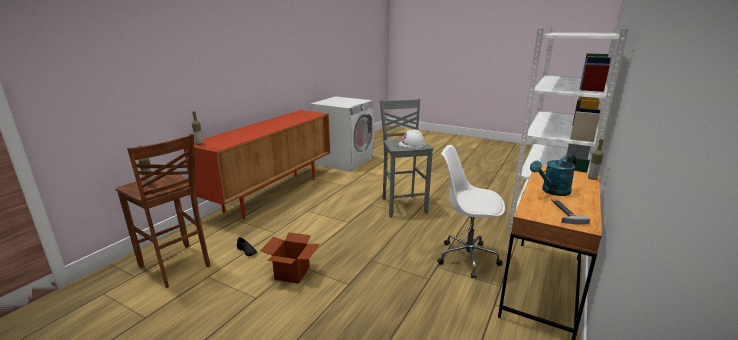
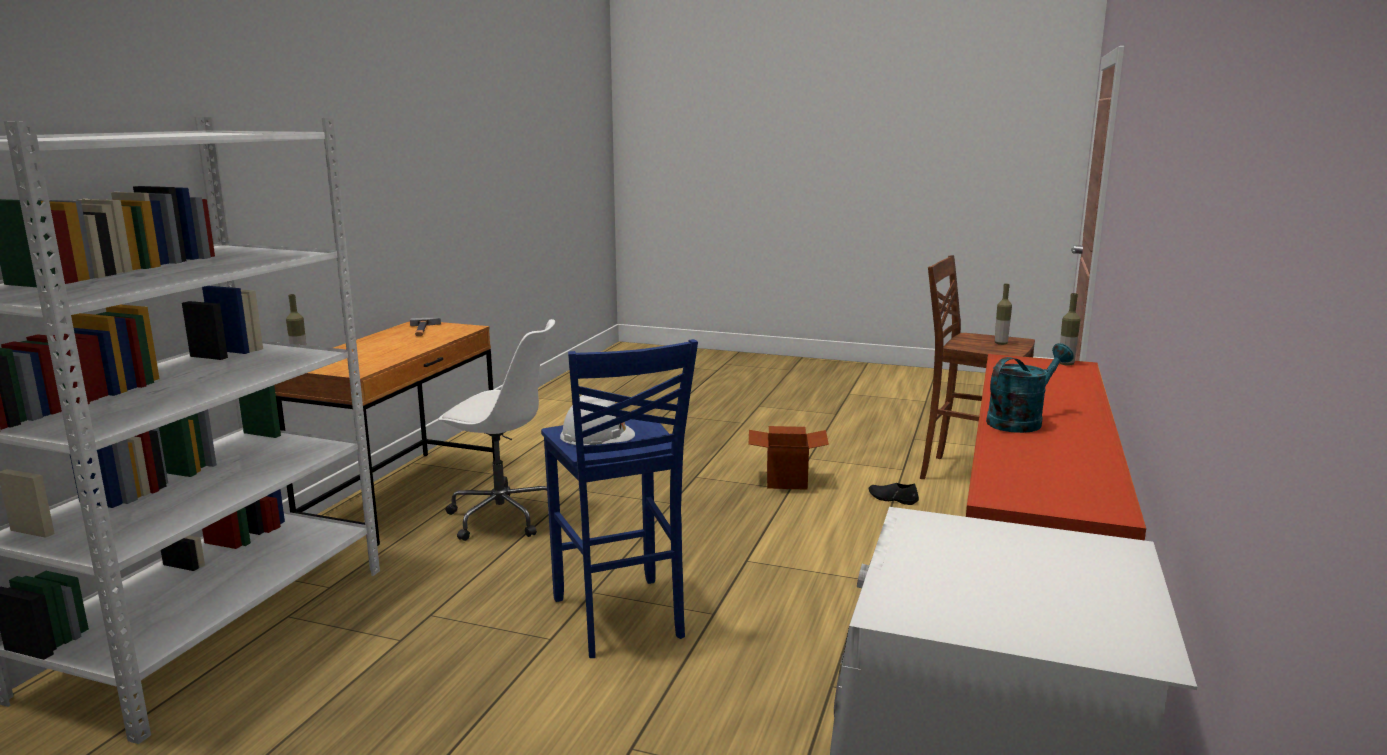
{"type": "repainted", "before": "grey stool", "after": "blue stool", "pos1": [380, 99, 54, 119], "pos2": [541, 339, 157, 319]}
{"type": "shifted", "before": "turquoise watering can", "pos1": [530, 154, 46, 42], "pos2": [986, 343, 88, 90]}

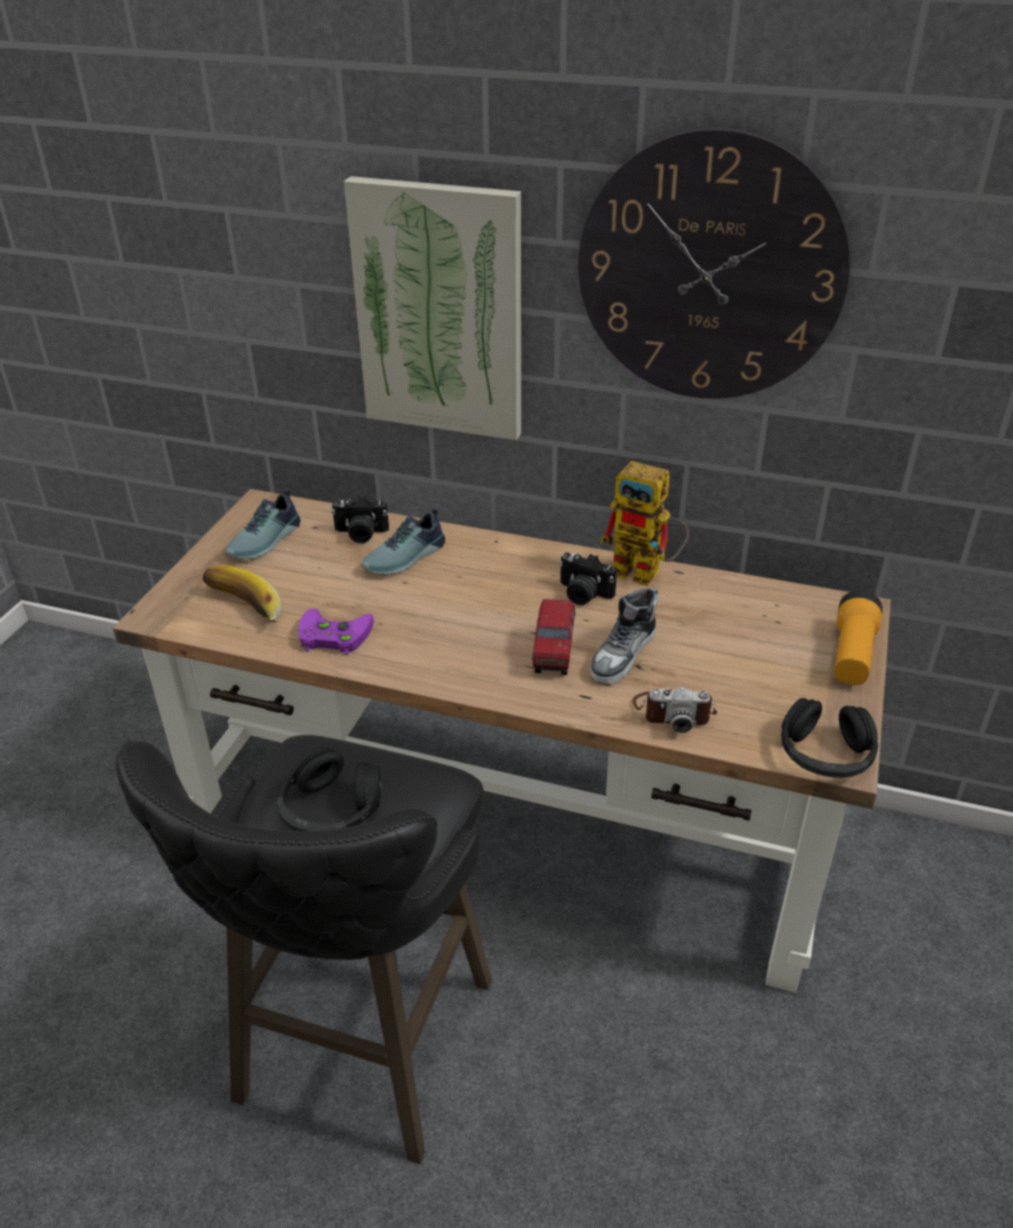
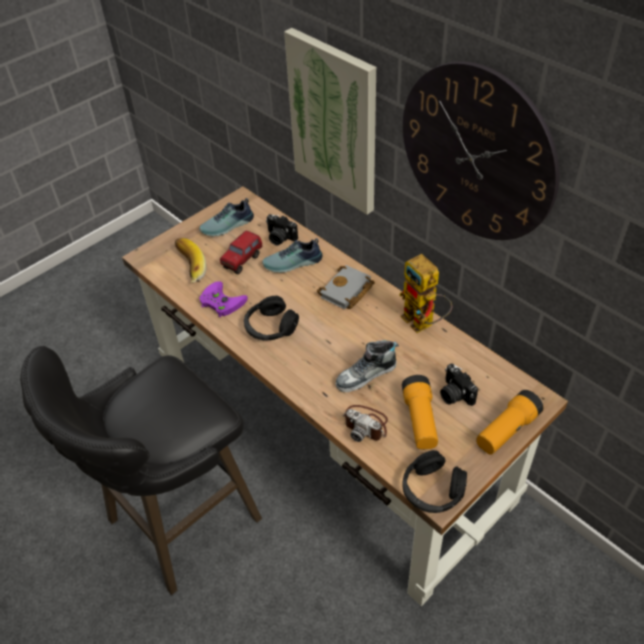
{"type": "shifted", "before": "photo camera", "pos1": [559, 552, 58, 53], "pos2": [440, 364, 38, 42]}
{"type": "shifted", "before": "toy truck", "pos1": [532, 599, 44, 76], "pos2": [220, 231, 43, 43]}
{"type": "shifted", "before": "black headphones", "pos1": [276, 747, 105, 84], "pos2": [244, 296, 55, 44]}
{"type": "new", "after": "grey book", "pos2": [317, 265, 58, 44]}
{"type": "new", "after": "flashlight", "pos2": [402, 375, 36, 74]}

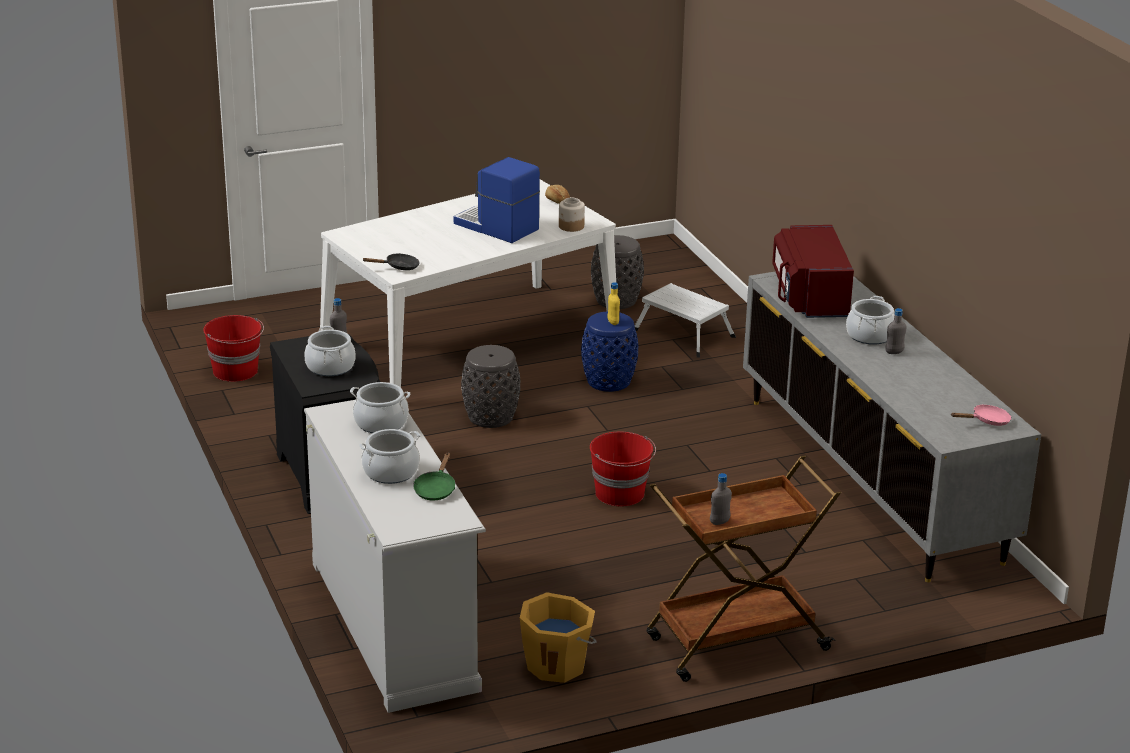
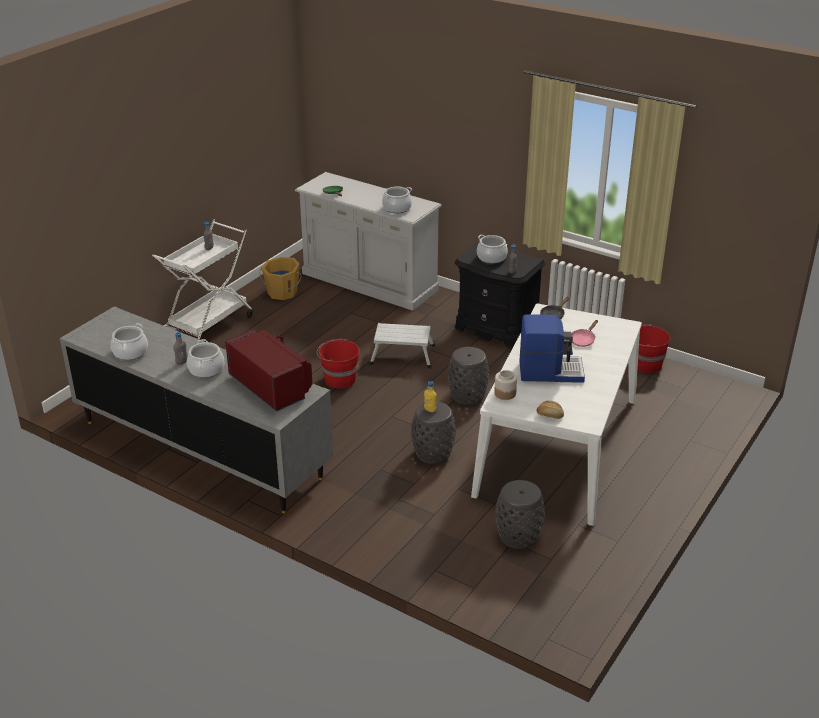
{"type": "shifted", "before": "white step ladder", "pos1": [635, 283, 101, 75], "pos2": [369, 323, 66, 46]}
{"type": "repainted", "before": "blue stool", "after": "grey stool", "pos1": [581, 311, 58, 81], "pos2": [411, 402, 45, 62]}
{"type": "shifted", "before": "pink frying pan", "pos1": [951, 404, 61, 22], "pos2": [572, 320, 26, 27]}
{"type": "shifted", "before": "cooking pot", "pos1": [359, 429, 61, 55], "pos2": [111, 323, 37, 37]}
{"type": "repainted", "before": "brown cart", "after": "white cart", "pos1": [646, 455, 195, 227], "pos2": [152, 219, 101, 121]}

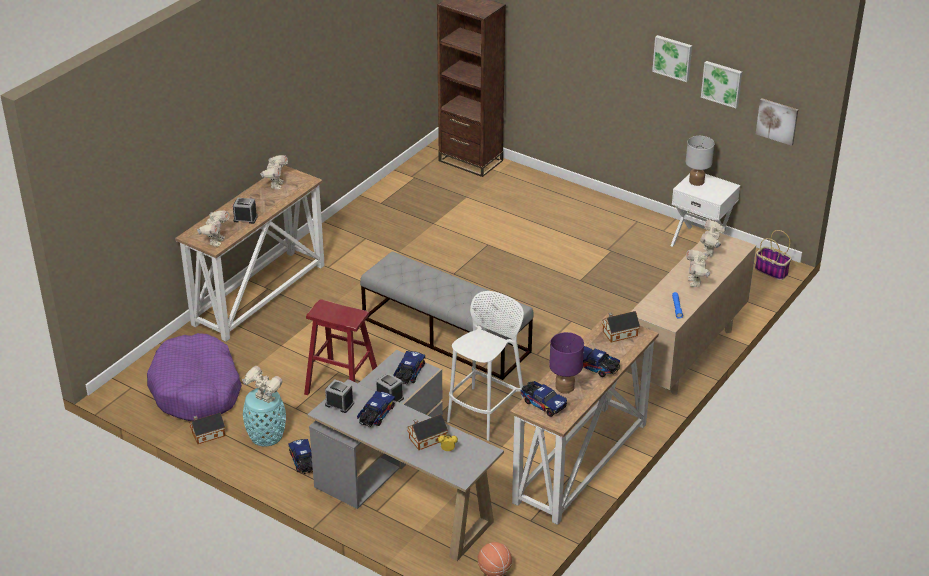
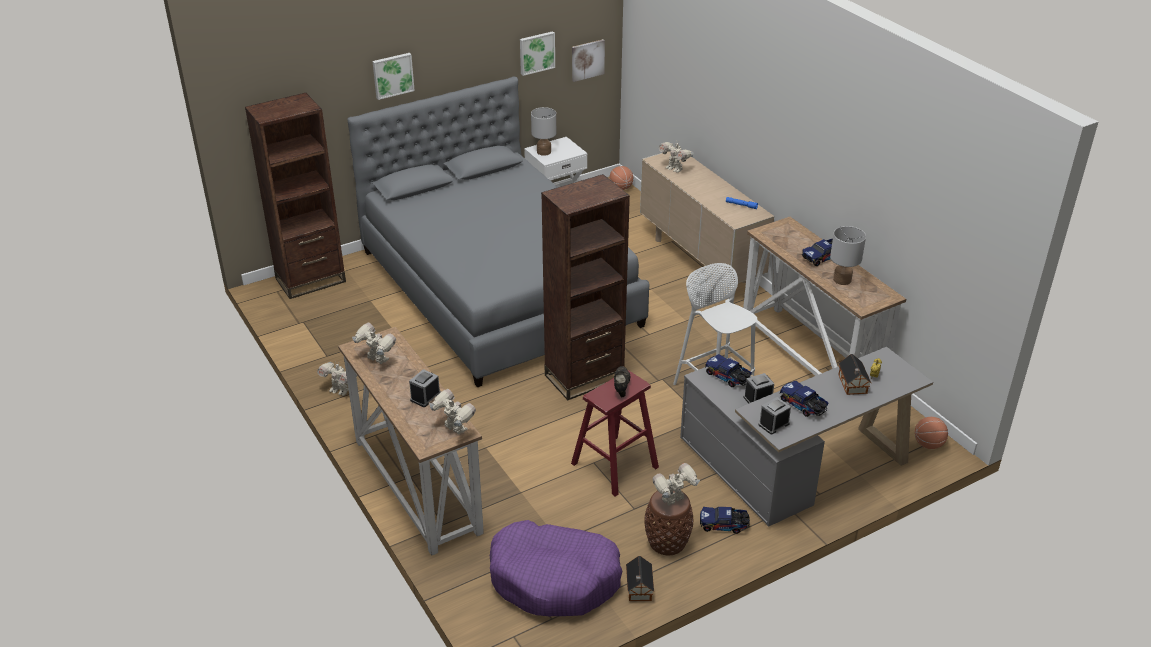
{"type": "shifted", "before": "picture", "pos1": [652, 35, 40, 47], "pos2": [373, 53, 42, 47]}
{"type": "swapped", "before": "basket", "after": "basketball", "pos1": [755, 230, 37, 50], "pos2": [609, 166, 24, 24]}
{"type": "shifted", "before": "toy robot", "pos1": [686, 250, 25, 37], "pos2": [317, 362, 40, 34]}
{"type": "swapped", "before": "grey bench", "after": "brown bookcase", "pos1": [360, 252, 174, 128], "pos2": [541, 174, 89, 226]}
{"type": "gone", "before": "toy house", "pos1": [602, 311, 38, 31]}
{"type": "repainted", "before": "purple table lamp", "after": "grey table lamp", "pos1": [549, 332, 35, 61], "pos2": [830, 226, 36, 59]}
{"type": "gone", "before": "toy truck", "pos1": [521, 381, 46, 36]}
{"type": "repainted", "before": "turquoise stool", "after": "brown stool", "pos1": [243, 388, 43, 59], "pos2": [644, 491, 49, 64]}
{"type": "new", "after": "grey bed", "pos2": [347, 77, 303, 310]}
{"type": "new", "after": "black shoe", "pos2": [614, 366, 16, 31]}

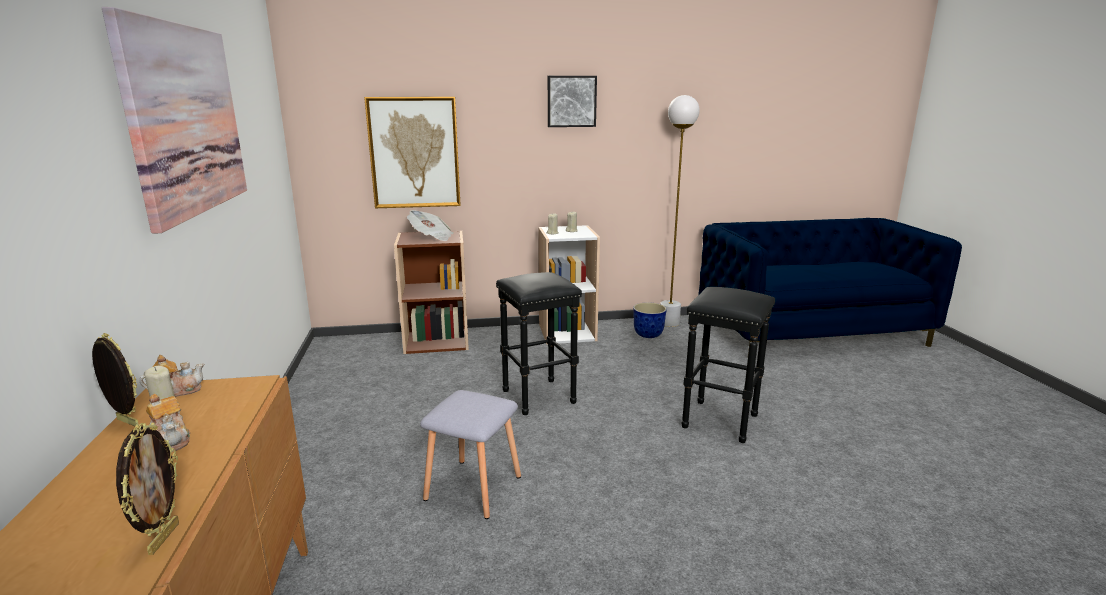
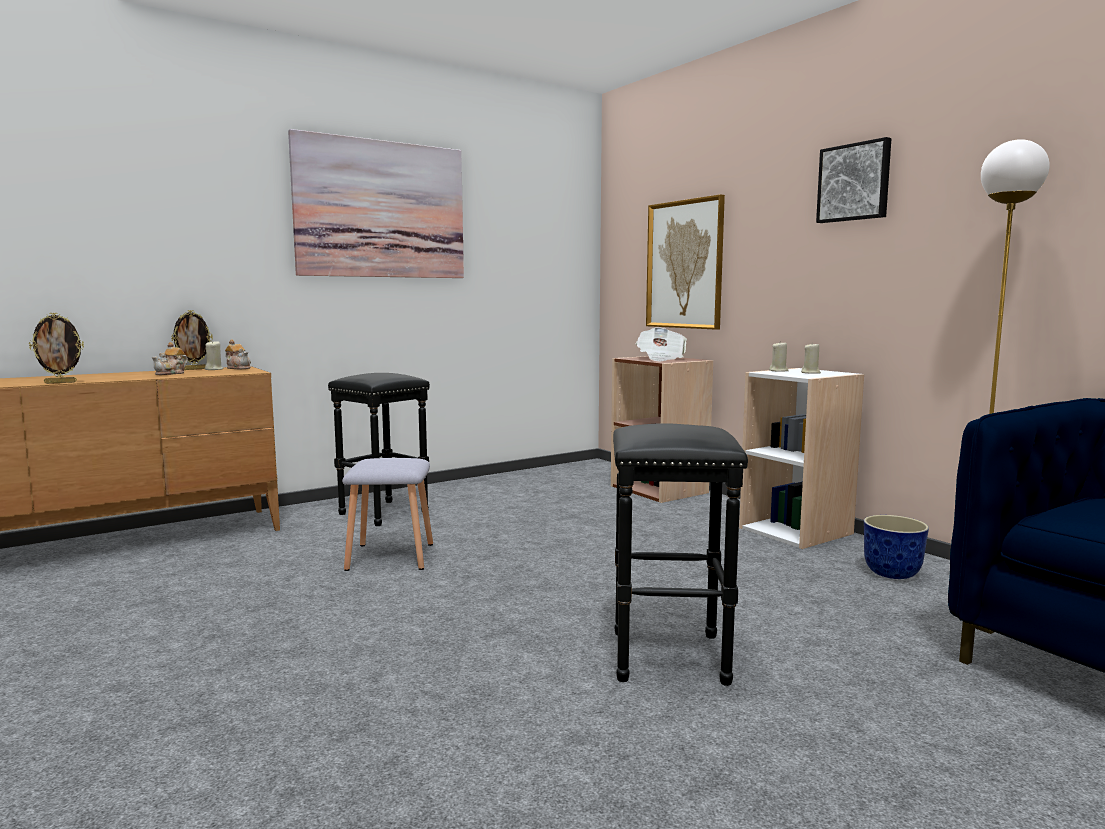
{"type": "shifted", "before": "black stool", "pos1": [496, 272, 86, 143], "pos2": [328, 373, 102, 153]}
{"type": "rotated", "before": "picture frame", "pos1": [92, 333, 47, 93], "pos2": [172, 310, 41, 60], "turn": 45}

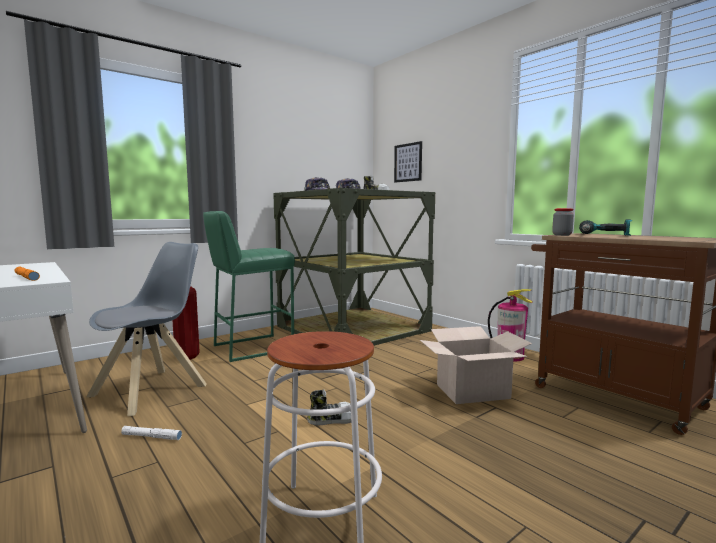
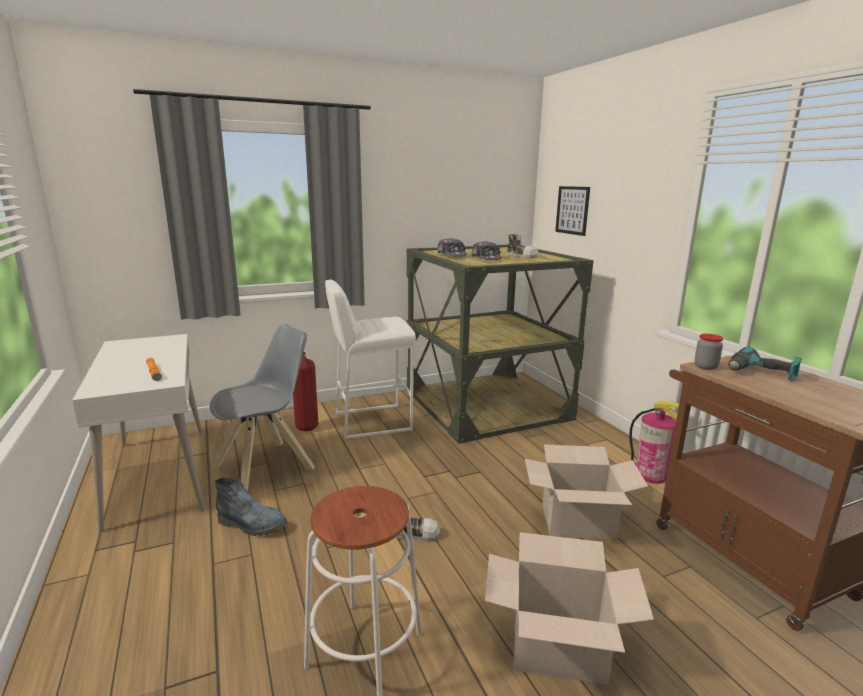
{"type": "repainted", "before": "green stool", "after": "white stool", "pos1": [203, 211, 92, 151], "pos2": [325, 279, 91, 160]}
{"type": "swapped", "before": "white flashlight", "after": "boot", "pos1": [121, 426, 61, 14], "pos2": [215, 478, 72, 58]}
{"type": "new", "after": "cardboard box", "pos2": [485, 532, 169, 153]}

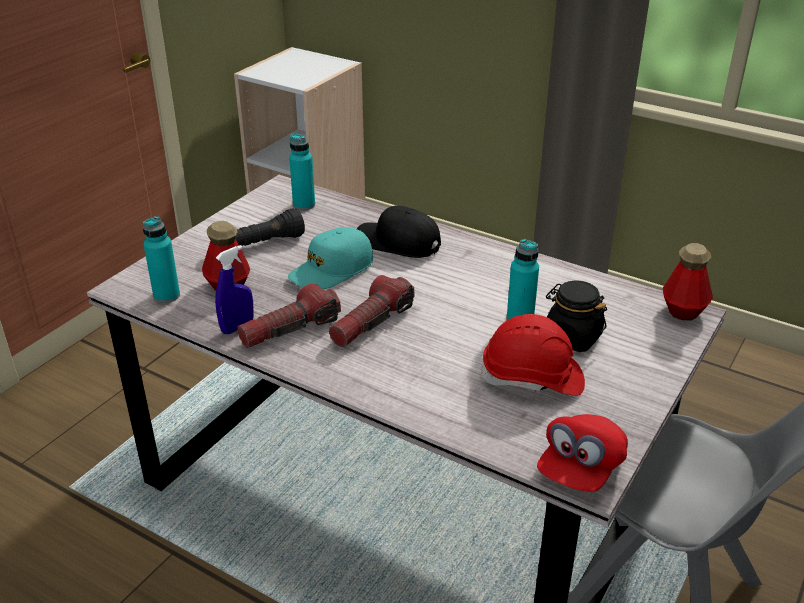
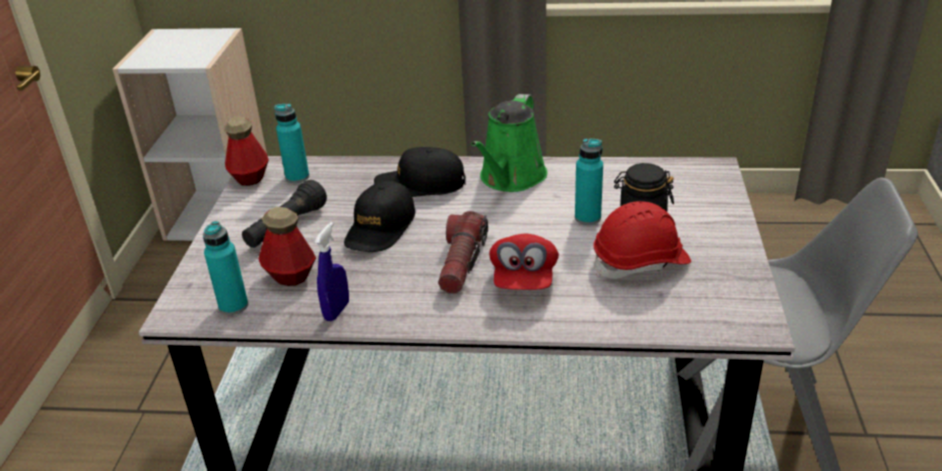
{"type": "repainted", "before": "turquoise cap", "after": "black cap", "pos1": [288, 227, 85, 62], "pos2": [344, 181, 71, 71]}
{"type": "shifted", "before": "bottle", "pos1": [663, 243, 50, 78], "pos2": [224, 117, 45, 69]}
{"type": "gone", "before": "flashlight", "pos1": [237, 284, 104, 64]}
{"type": "shifted", "before": "red cap", "pos1": [537, 414, 91, 78], "pos2": [489, 234, 70, 56]}
{"type": "new", "after": "green watering can", "pos2": [471, 94, 76, 98]}

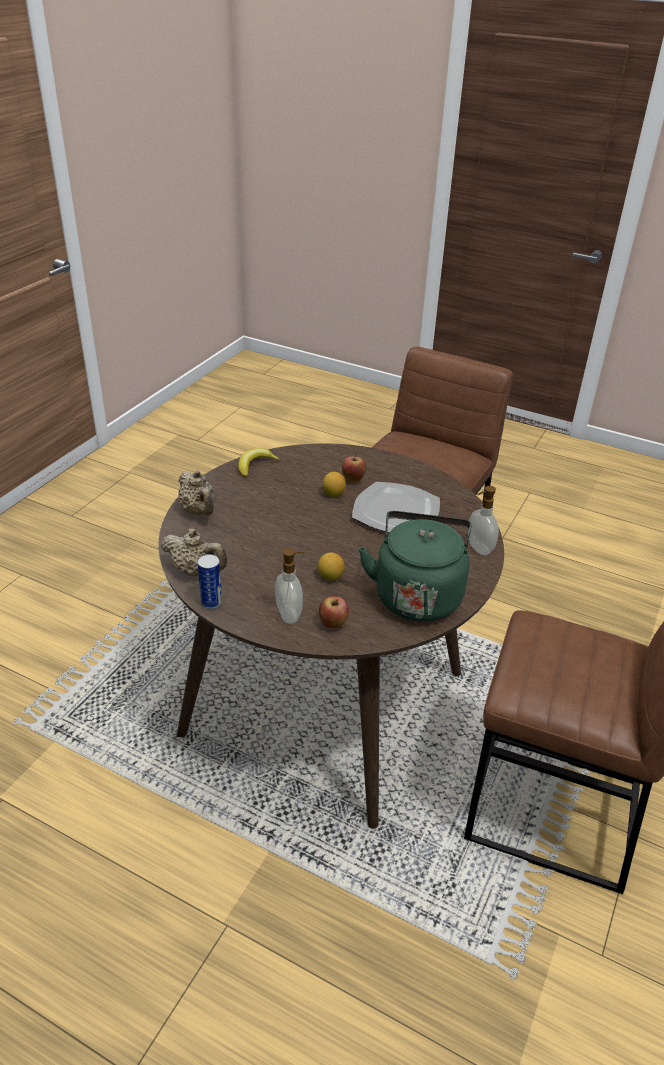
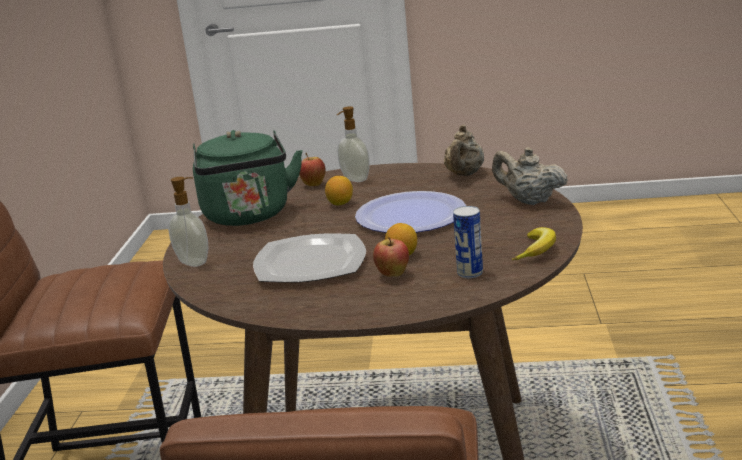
{"type": "rotated", "before": "beige teapot", "pos1": [161, 528, 66, 49], "pos2": [444, 125, 40, 51], "turn": -75}
{"type": "shifted", "before": "can", "pos1": [198, 554, 24, 55], "pos2": [453, 206, 30, 72]}
{"type": "new", "after": "plate", "pos2": [355, 191, 111, 42]}

